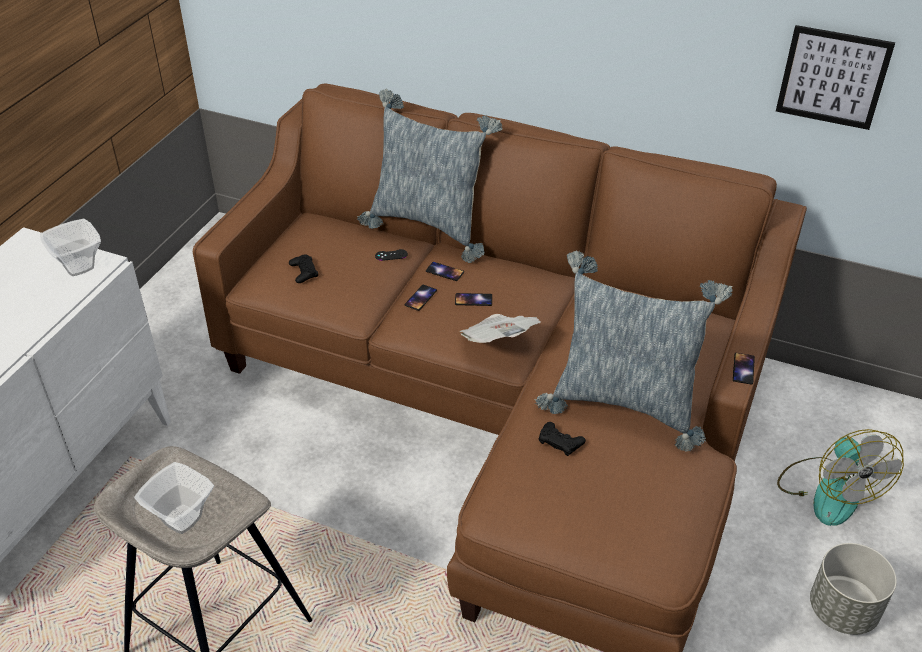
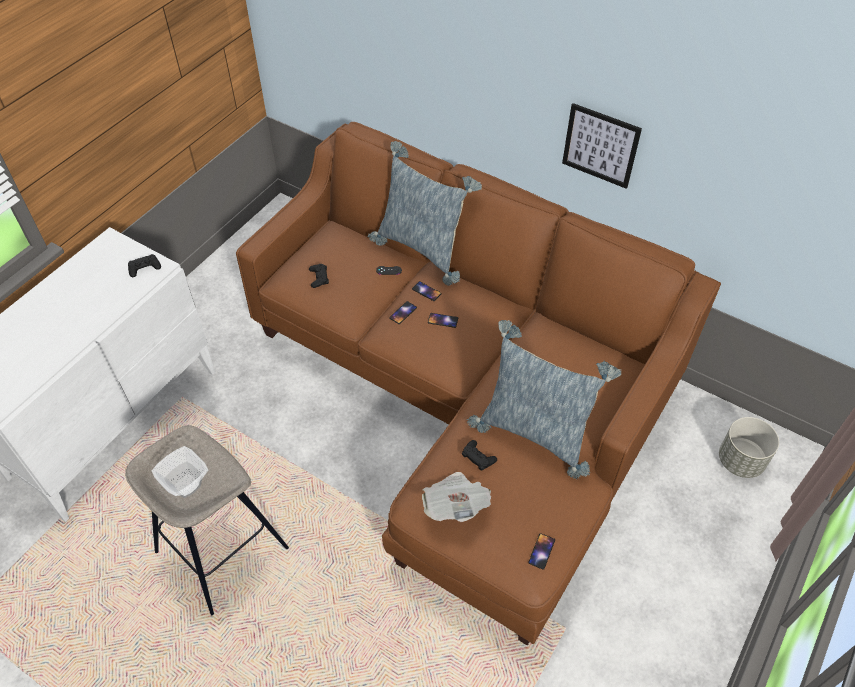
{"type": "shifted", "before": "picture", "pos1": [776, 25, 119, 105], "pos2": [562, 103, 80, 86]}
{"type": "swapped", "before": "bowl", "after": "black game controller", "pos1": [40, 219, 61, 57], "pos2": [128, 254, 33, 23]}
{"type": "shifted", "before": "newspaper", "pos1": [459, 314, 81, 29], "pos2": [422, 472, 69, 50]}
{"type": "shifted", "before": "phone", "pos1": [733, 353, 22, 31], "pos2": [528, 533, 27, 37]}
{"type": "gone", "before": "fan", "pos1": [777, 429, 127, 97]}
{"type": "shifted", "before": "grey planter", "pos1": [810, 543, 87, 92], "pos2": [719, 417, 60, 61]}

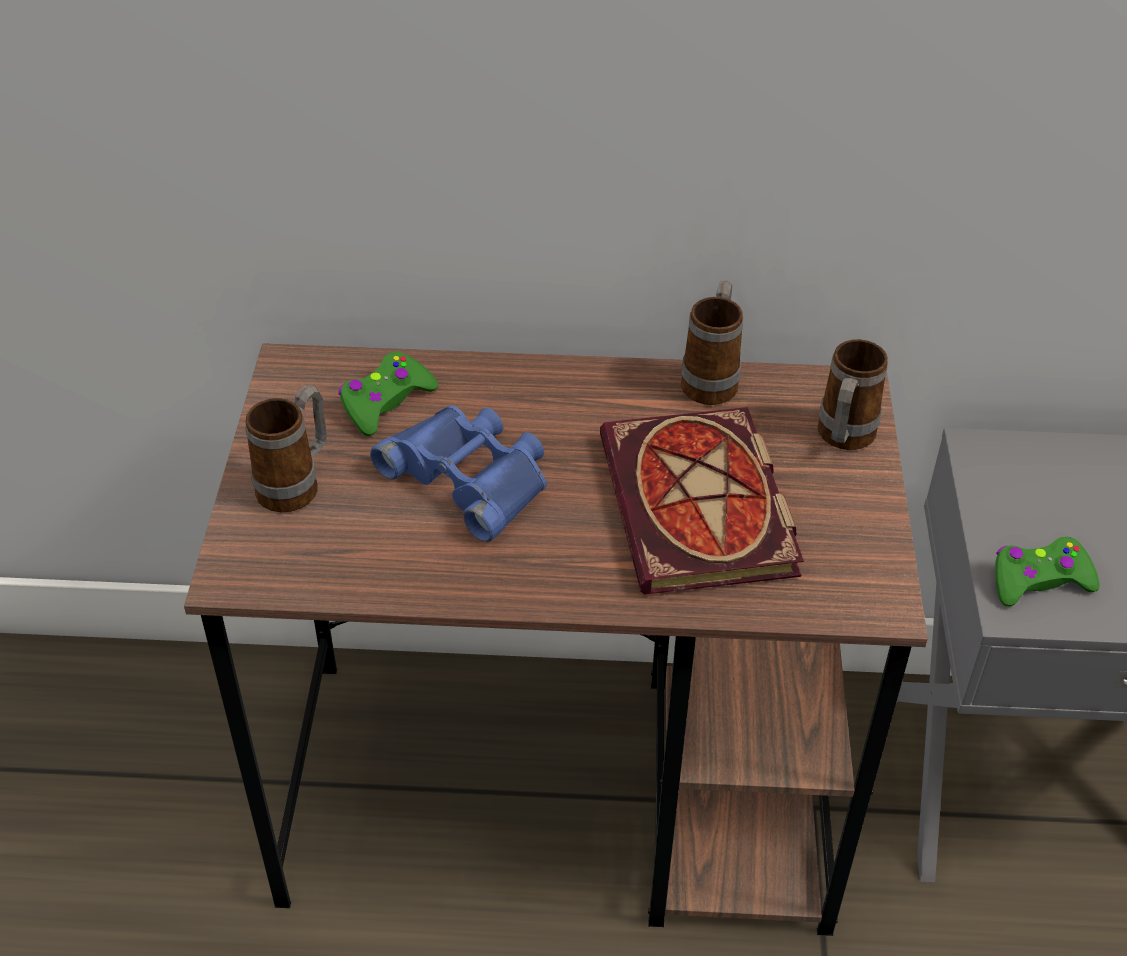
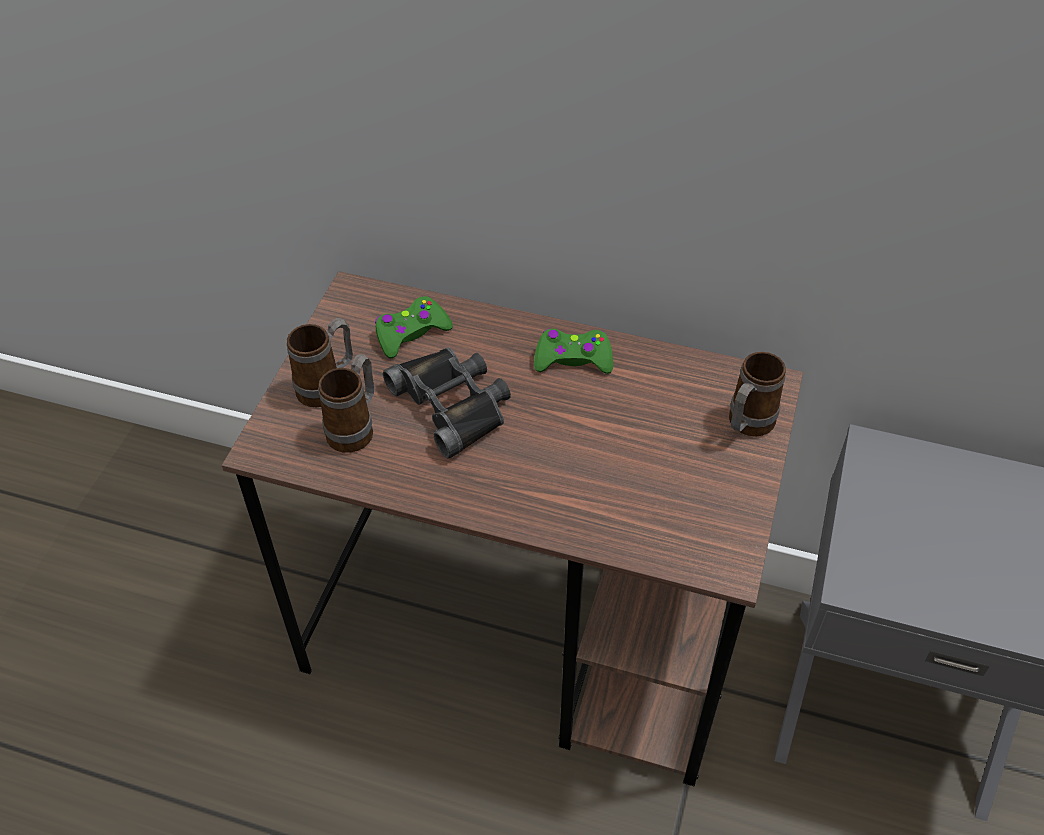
{"type": "shifted", "before": "mug", "pos1": [681, 281, 62, 124], "pos2": [318, 354, 56, 99]}
{"type": "repainted", "before": "blue binoculars", "after": "black binoculars", "pos1": [370, 405, 177, 137], "pos2": [383, 347, 128, 112]}
{"type": "gone", "before": "book", "pos1": [600, 407, 204, 188]}
{"type": "shifted", "before": "green game controller", "pos1": [995, 537, 105, 69], "pos2": [534, 329, 79, 45]}

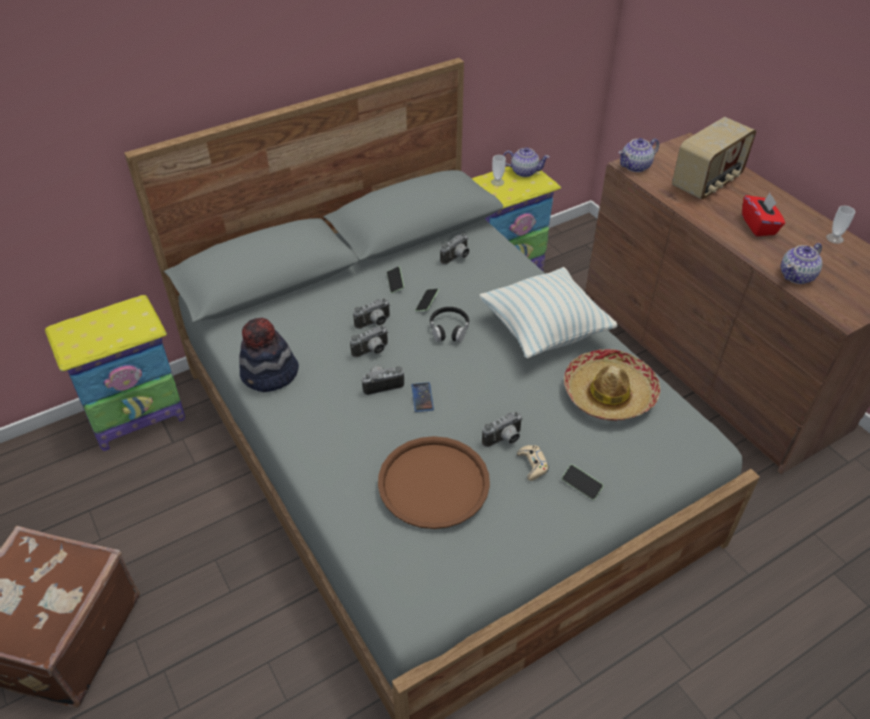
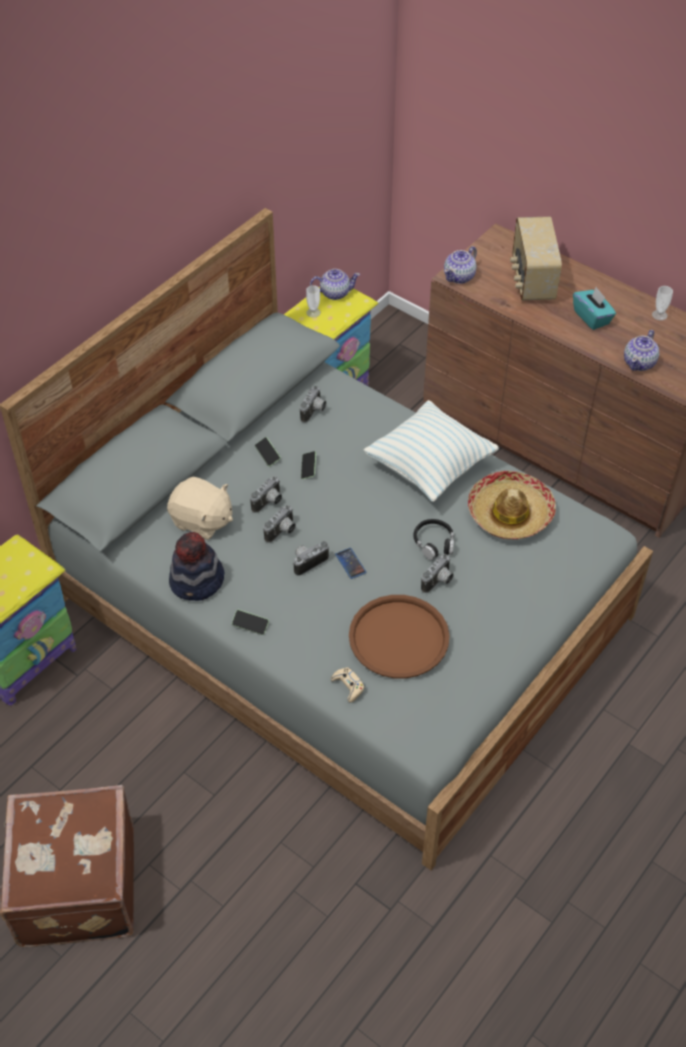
{"type": "rotated", "before": "radio", "pos1": [672, 117, 84, 83], "pos2": [510, 217, 52, 83], "turn": 150}
{"type": "repainted", "before": "red tissue box", "after": "turquoise tissue box", "pos1": [742, 193, 43, 43], "pos2": [573, 287, 43, 43]}
{"type": "shifted", "before": "black headphones", "pos1": [430, 307, 39, 36], "pos2": [413, 519, 41, 41]}
{"type": "shifted", "before": "beige game controller", "pos1": [517, 445, 32, 36], "pos2": [331, 667, 34, 35]}
{"type": "shifted", "before": "phone", "pos1": [562, 465, 41, 35], "pos2": [232, 610, 37, 25]}
{"type": "new", "after": "beige plush toy", "pos2": [167, 477, 66, 63]}

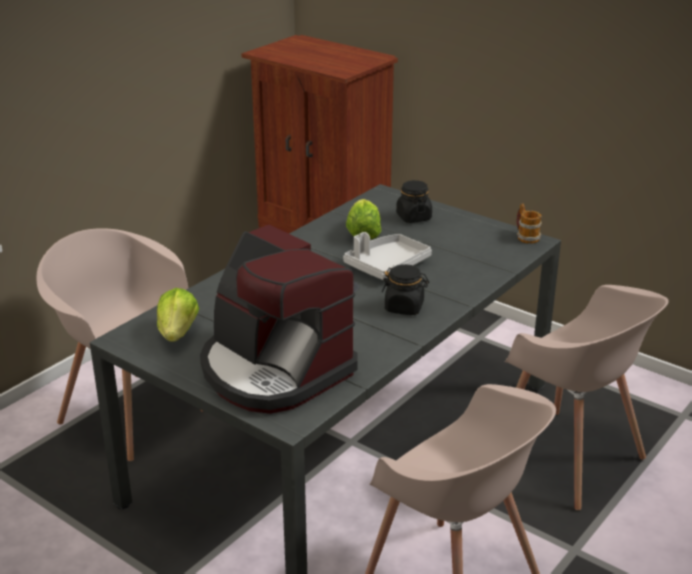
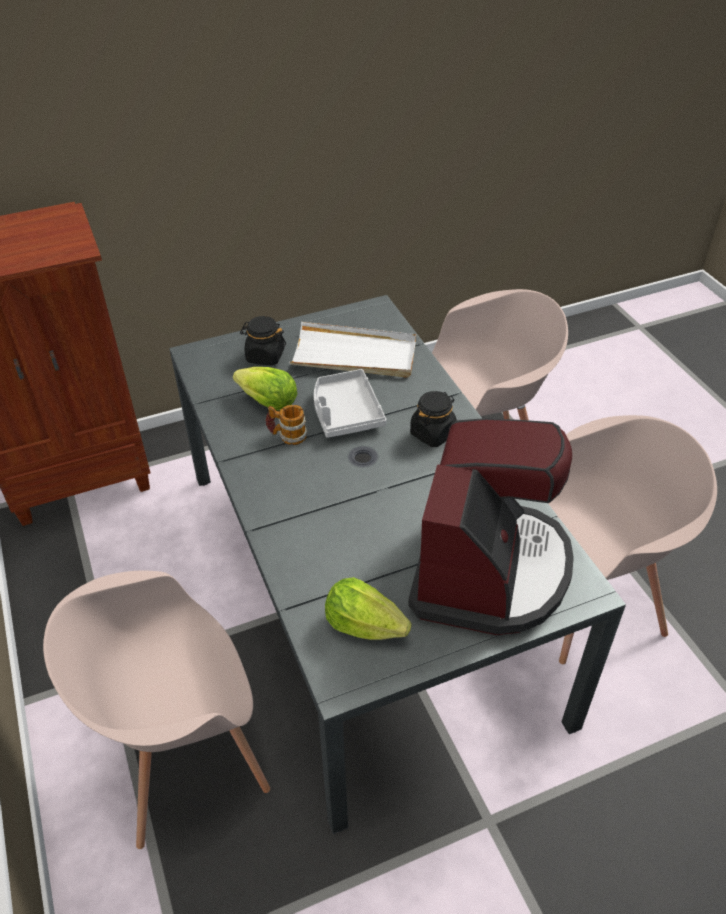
{"type": "shifted", "before": "mug", "pos1": [516, 204, 26, 40], "pos2": [265, 405, 42, 40]}
{"type": "rotated", "before": "coffee machine", "pos1": [200, 225, 158, 189], "pos2": [408, 418, 166, 217], "turn": -60}
{"type": "new", "after": "white tray", "pos2": [289, 322, 127, 56]}

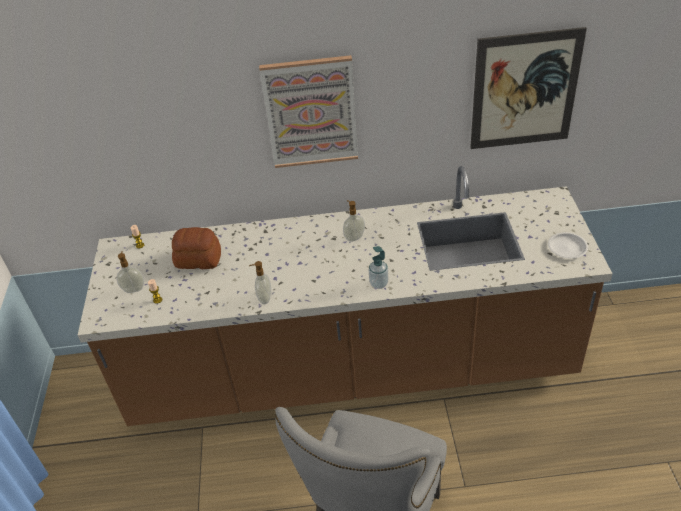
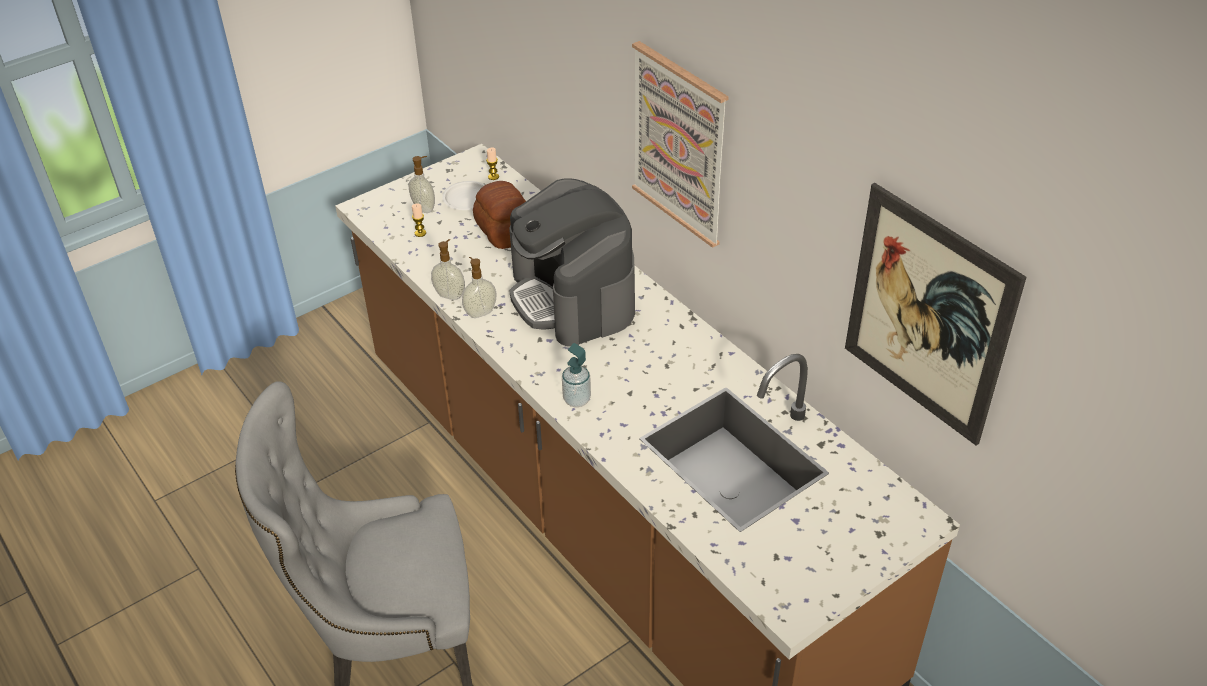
{"type": "shifted", "before": "soap dispenser", "pos1": [343, 200, 22, 42], "pos2": [431, 239, 34, 61]}
{"type": "shifted", "before": "white plate", "pos1": [548, 232, 40, 27], "pos2": [442, 181, 43, 29]}
{"type": "new", "after": "coffee machine", "pos2": [509, 179, 126, 168]}

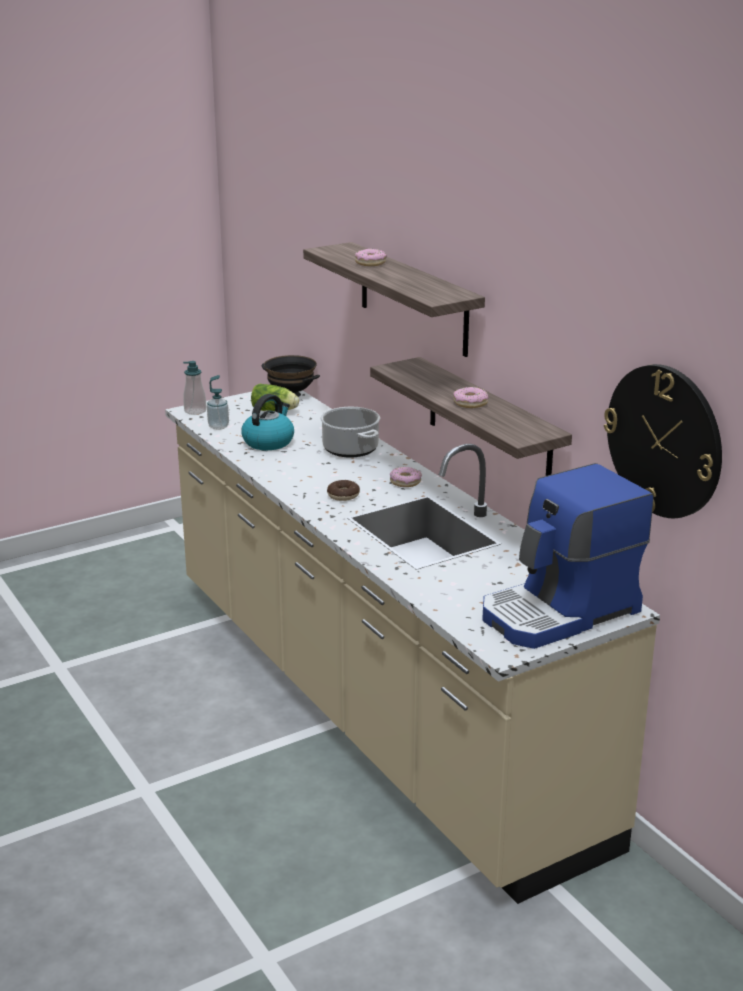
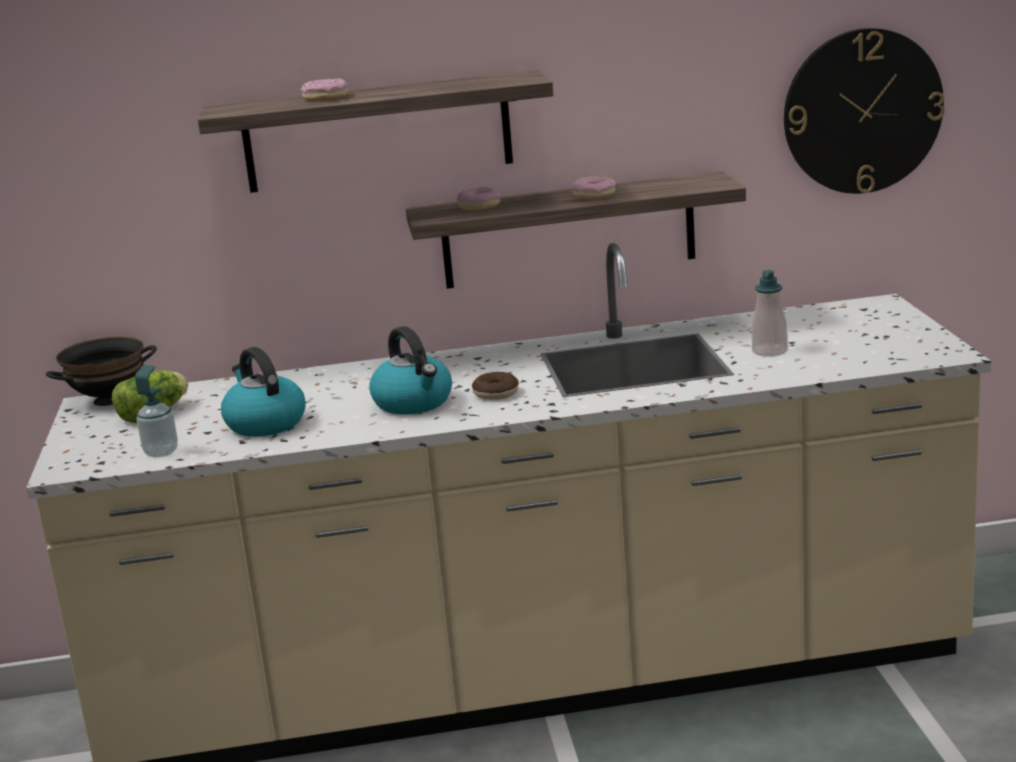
{"type": "shifted", "before": "soap dispenser", "pos1": [183, 361, 24, 54], "pos2": [752, 270, 36, 87]}
{"type": "gone", "before": "cooking pot", "pos1": [320, 407, 60, 51]}
{"type": "gone", "before": "coffee machine", "pos1": [482, 463, 172, 186]}
{"type": "shifted", "before": "donut", "pos1": [390, 467, 32, 20], "pos2": [457, 186, 43, 24]}
{"type": "new", "after": "kettle", "pos2": [369, 326, 83, 89]}

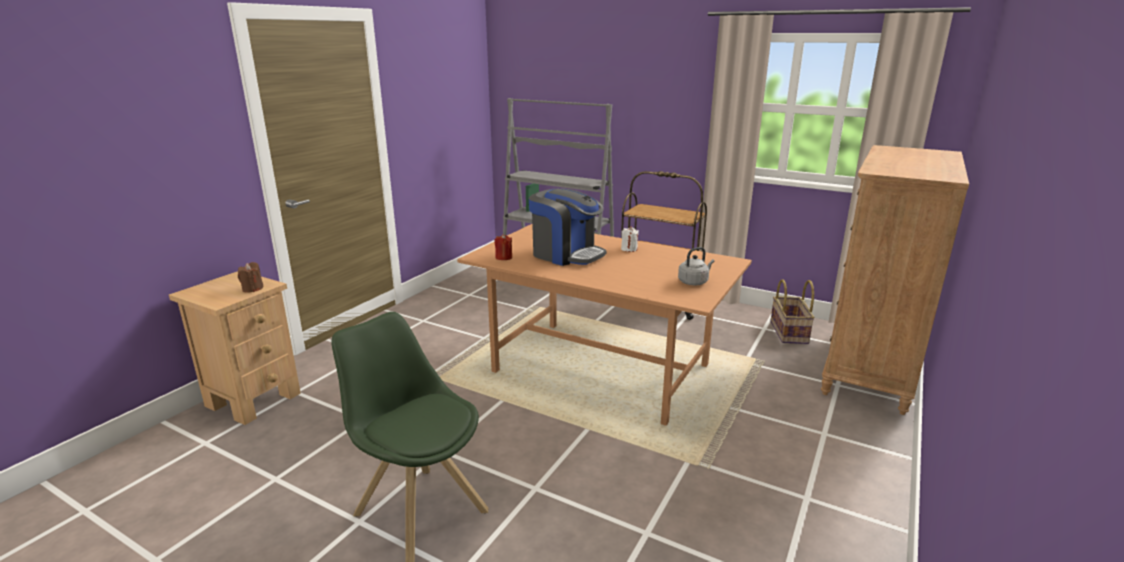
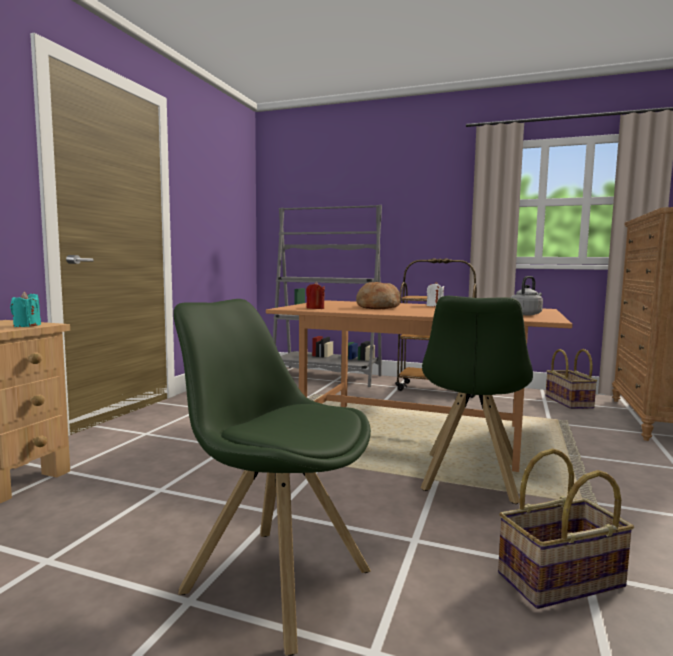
{"type": "swapped", "before": "coffee machine", "after": "bread", "pos1": [529, 188, 77, 78], "pos2": [356, 282, 45, 27]}
{"type": "repainted", "before": "brown candle", "after": "turquoise candle", "pos1": [238, 262, 25, 31], "pos2": [10, 292, 31, 35]}
{"type": "new", "after": "green chair", "pos2": [421, 296, 112, 208]}
{"type": "new", "after": "basket", "pos2": [498, 449, 136, 160]}

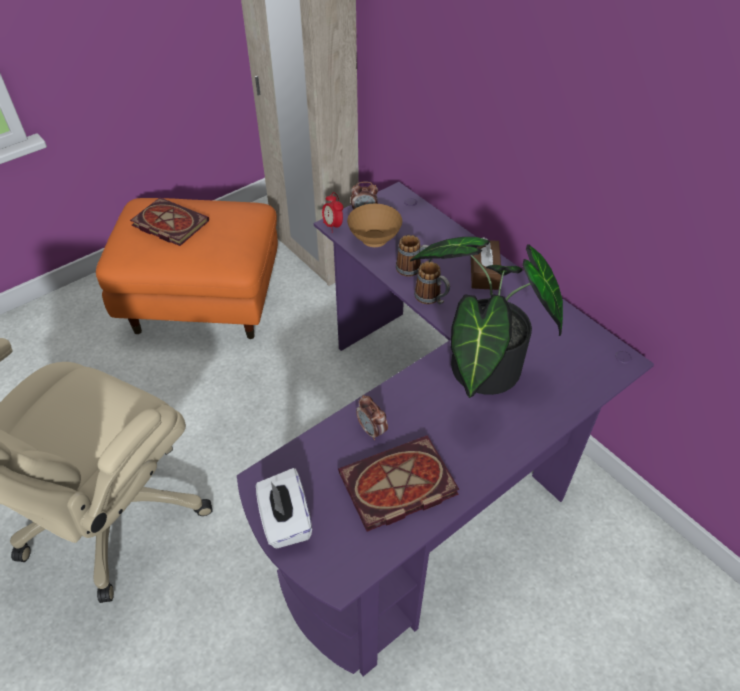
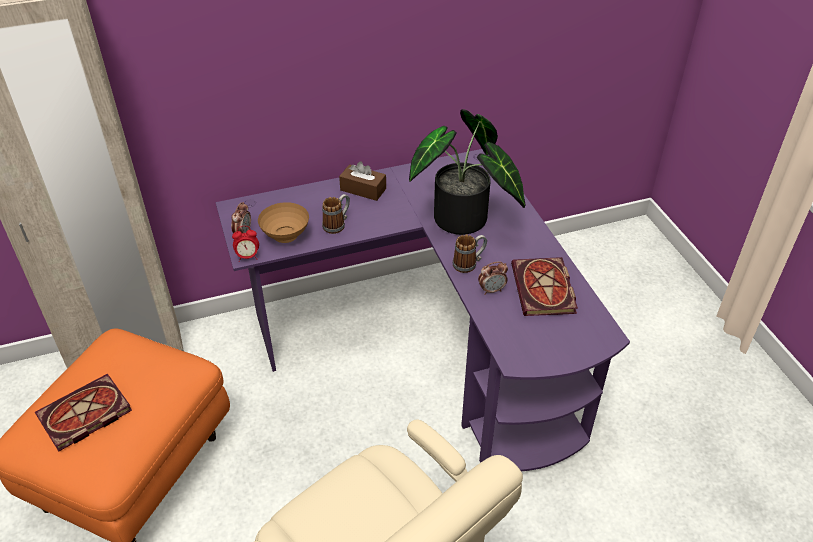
{"type": "shifted", "before": "mug", "pos1": [414, 261, 36, 43], "pos2": [453, 234, 34, 39]}
{"type": "gone", "before": "white tissue box", "pos1": [256, 468, 56, 80]}

